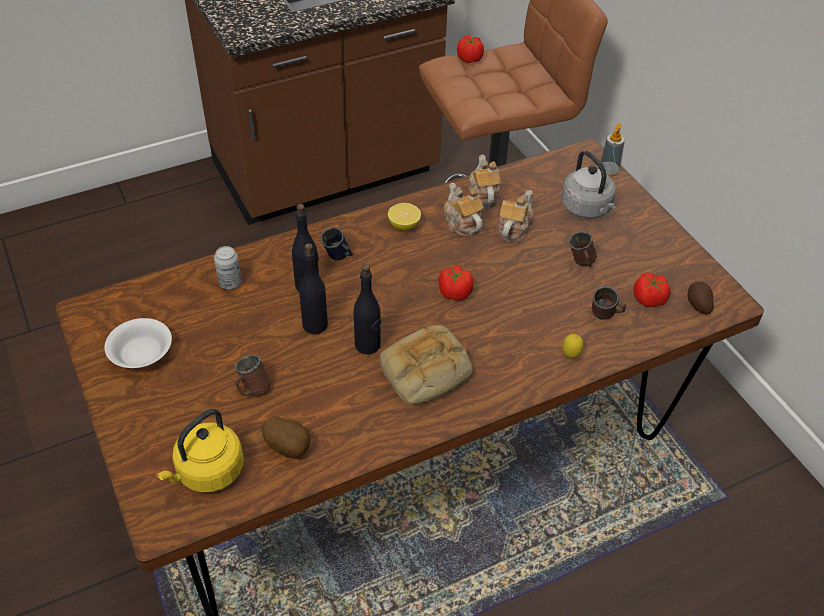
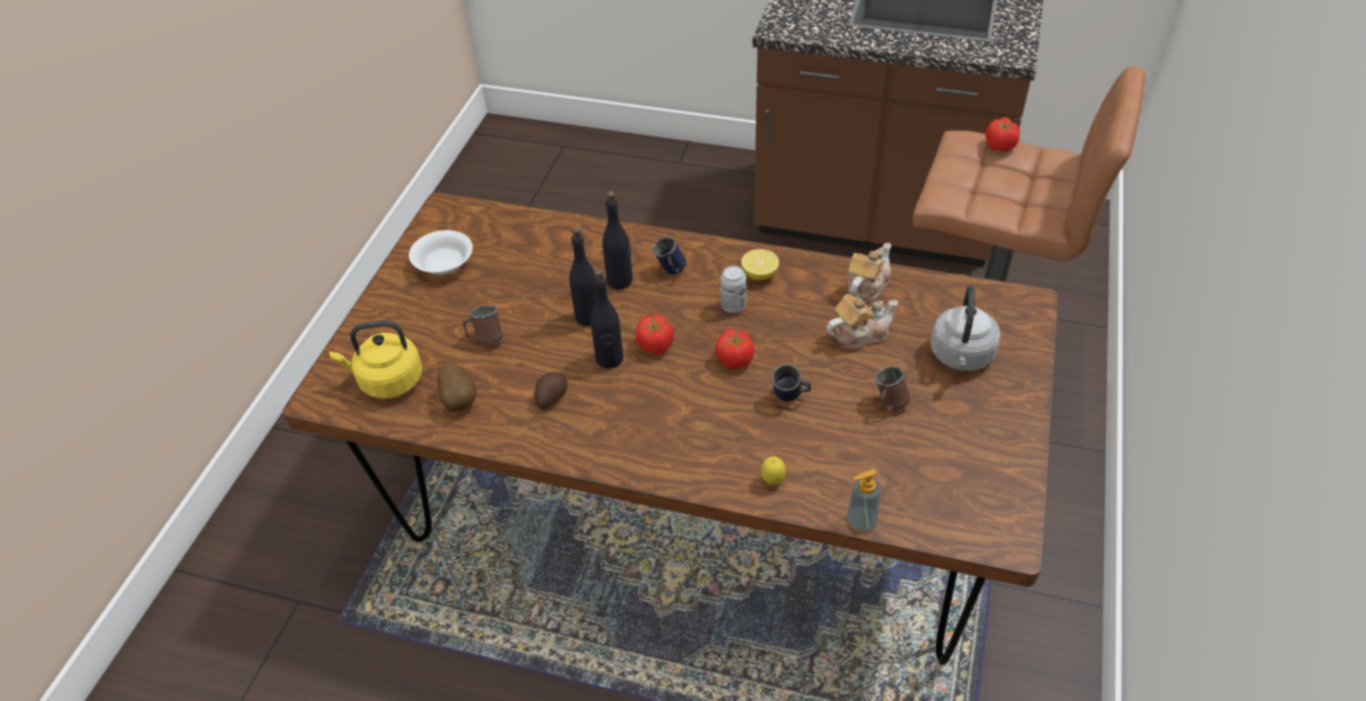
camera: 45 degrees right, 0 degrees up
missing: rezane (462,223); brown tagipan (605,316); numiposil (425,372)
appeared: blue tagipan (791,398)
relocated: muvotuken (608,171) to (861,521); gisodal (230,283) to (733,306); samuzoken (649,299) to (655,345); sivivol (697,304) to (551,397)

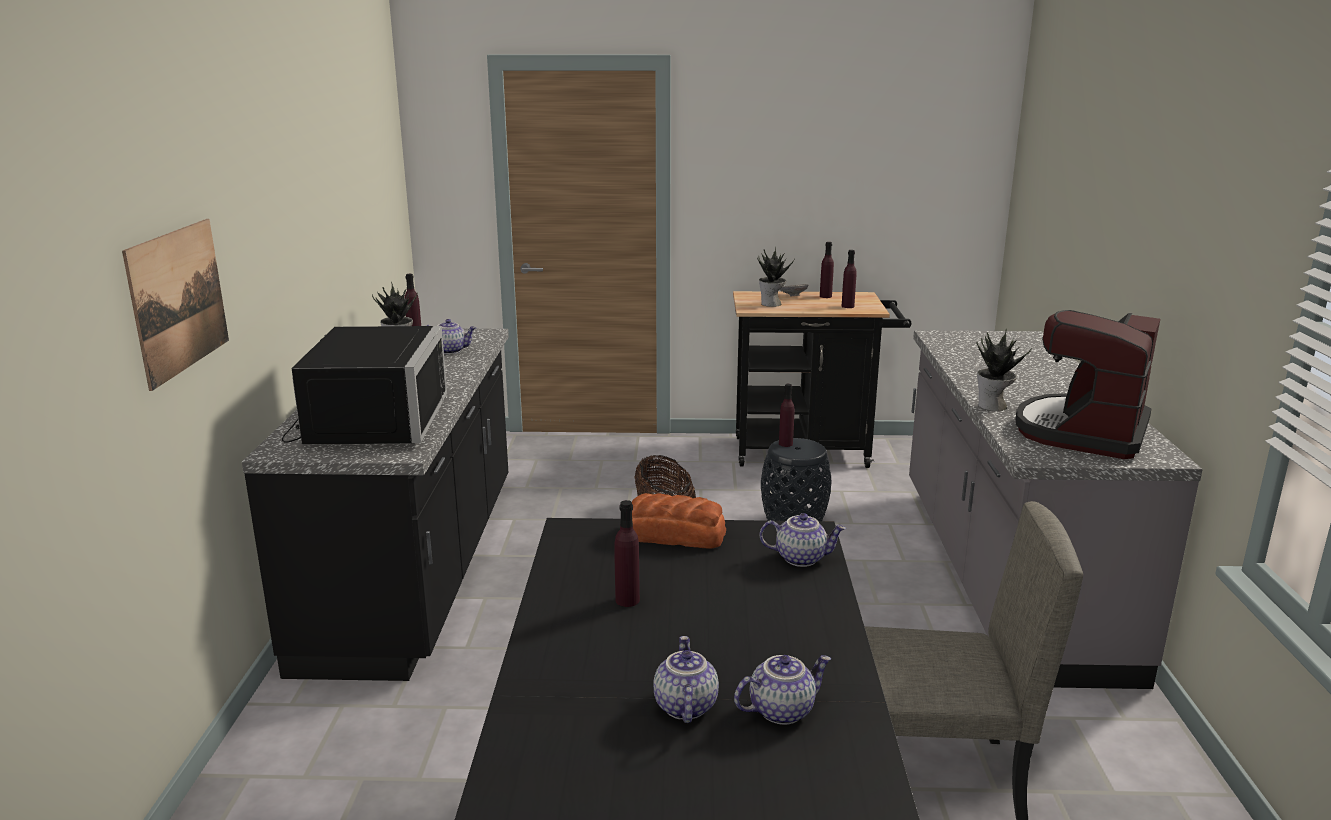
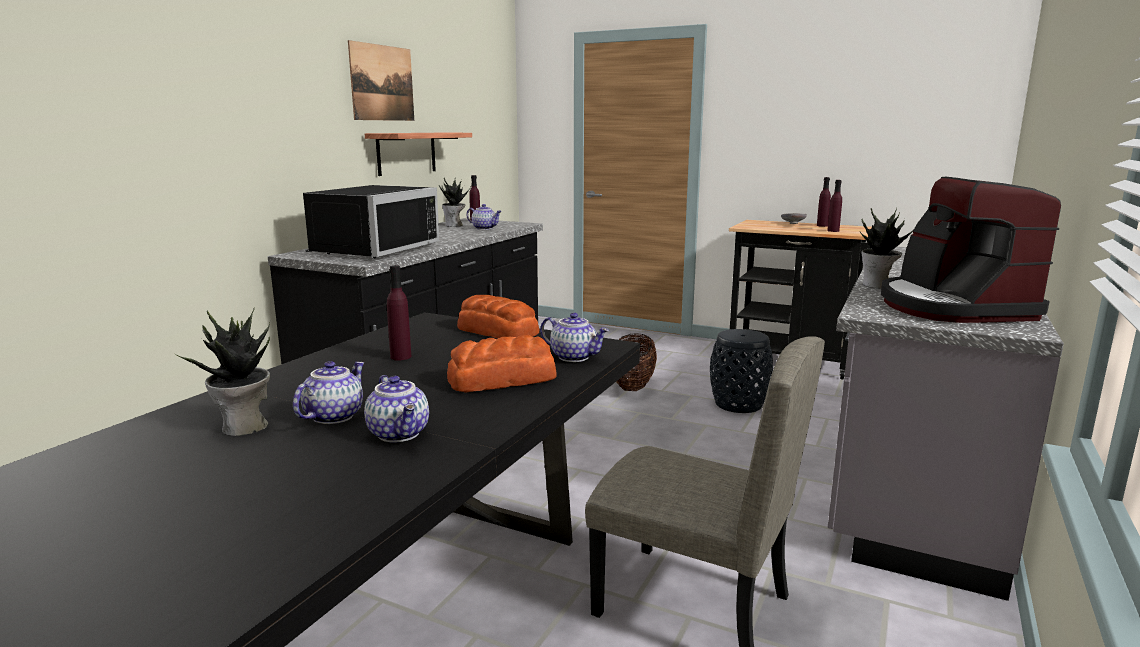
camera: 25 degrees right, 5 degrees down
missing: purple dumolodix (785,444)
appeared: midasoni (406,153); numiposil (503,380)
relocated: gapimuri (179,300) to (382,83); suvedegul (771,304) to (244,427)
spun: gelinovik (1083,431) = (952,307) 60 degrees counterclockwise; rezane (781,710) = (400,434) 60 degrees clockwise

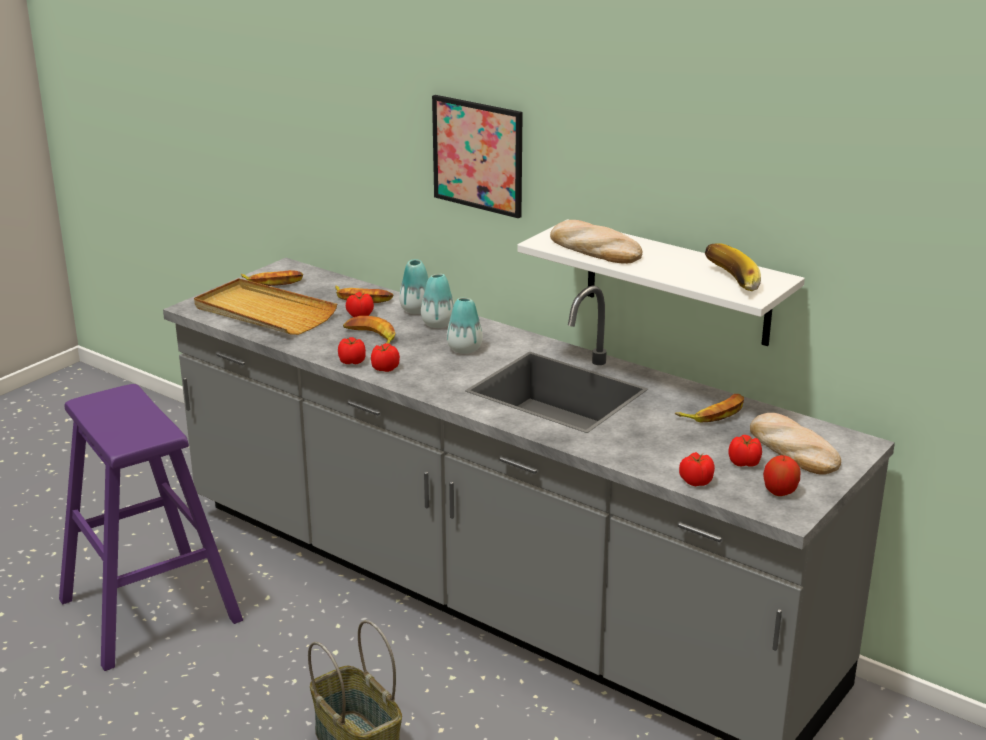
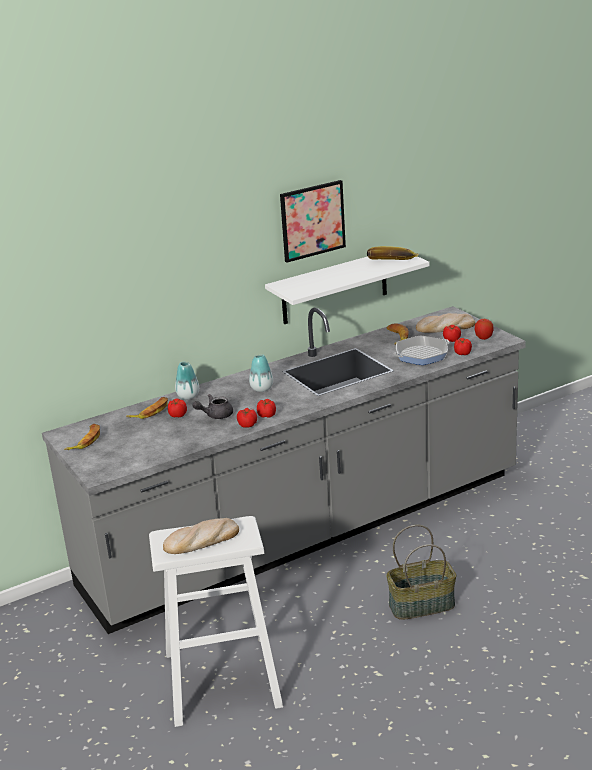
camera: 65 degrees left, 0 degrees up
missing: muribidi (438,324); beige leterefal (263,312)
appeared: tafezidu (421,355)
relocated: gapimuri (478,155) to (312,220); numiposil (594,249) to (201,540)
exchanged: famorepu (370,337) to grey rezane (215,415)
colour: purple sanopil (149,610) to white sanopil (222,679)

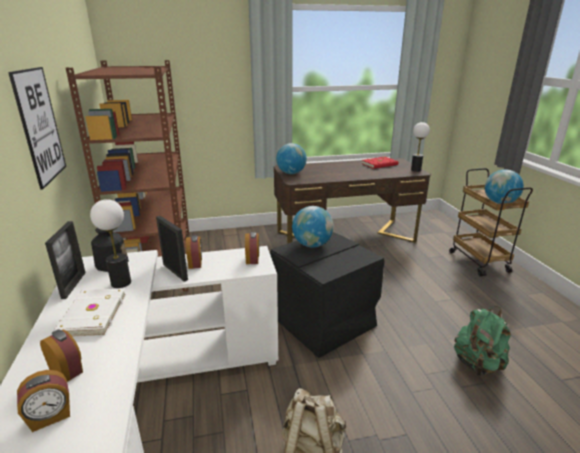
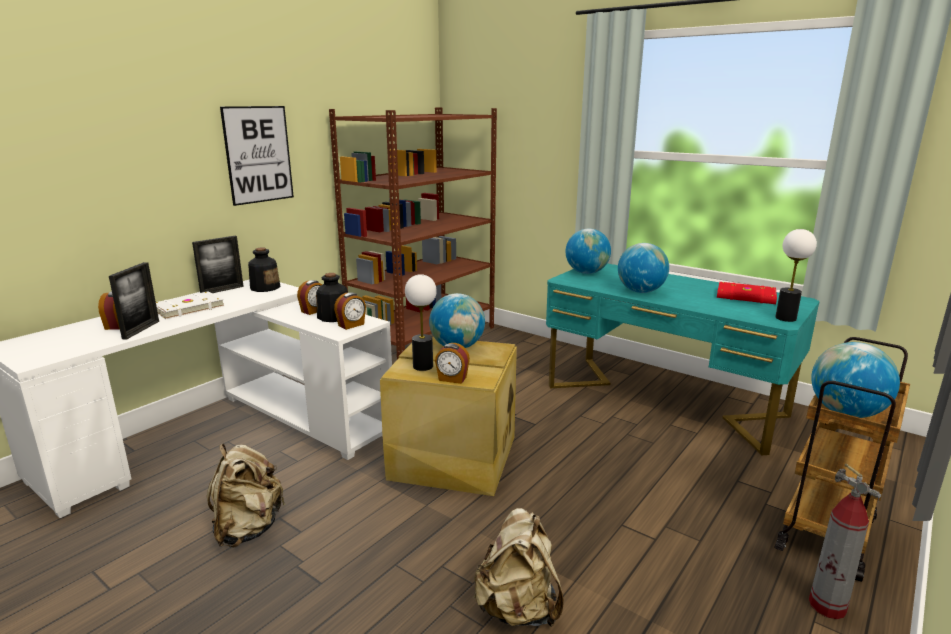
camera: 50 degrees right, 5 degrees down
appeared: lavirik (640,291); dumolodix (334,317); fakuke (827,606)
relocated: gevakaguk (121,283) to (422,366); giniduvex (175,272) to (141,330); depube (50,417) to (452,379)
colour: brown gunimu (345,236) to turquoise gunimu (663,400); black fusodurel (325,321) to beige fusodurel (454,458); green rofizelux (477,364) to beige rofizelux (518,609)

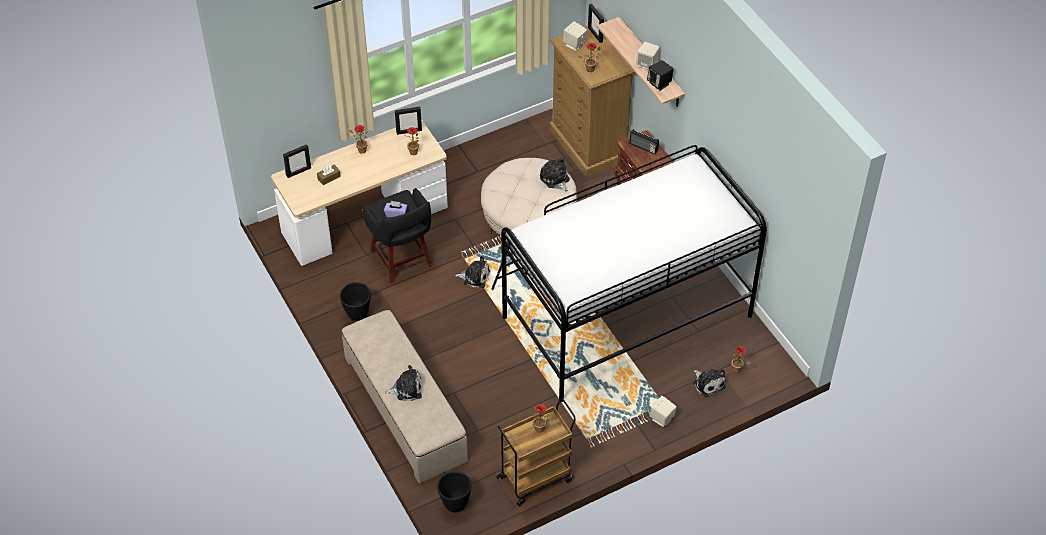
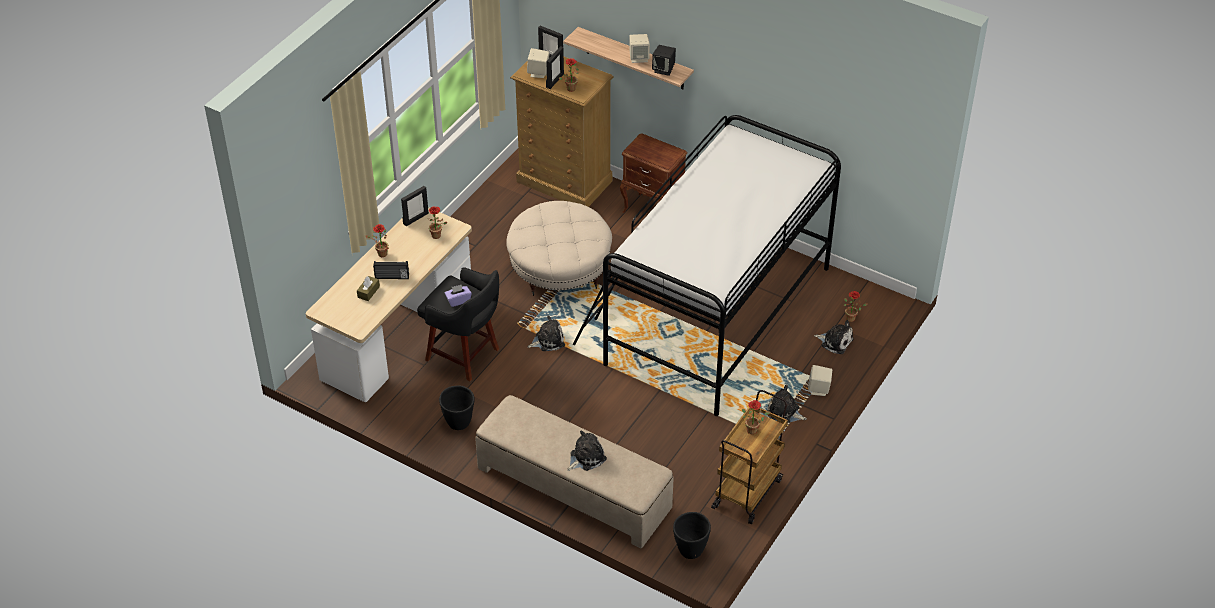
camera: 30 degrees left, 5 degrees down
relocated: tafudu (643,147) to (392,277); giniduvex (298,171) to (555,80); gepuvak (555,179) to (784,412)

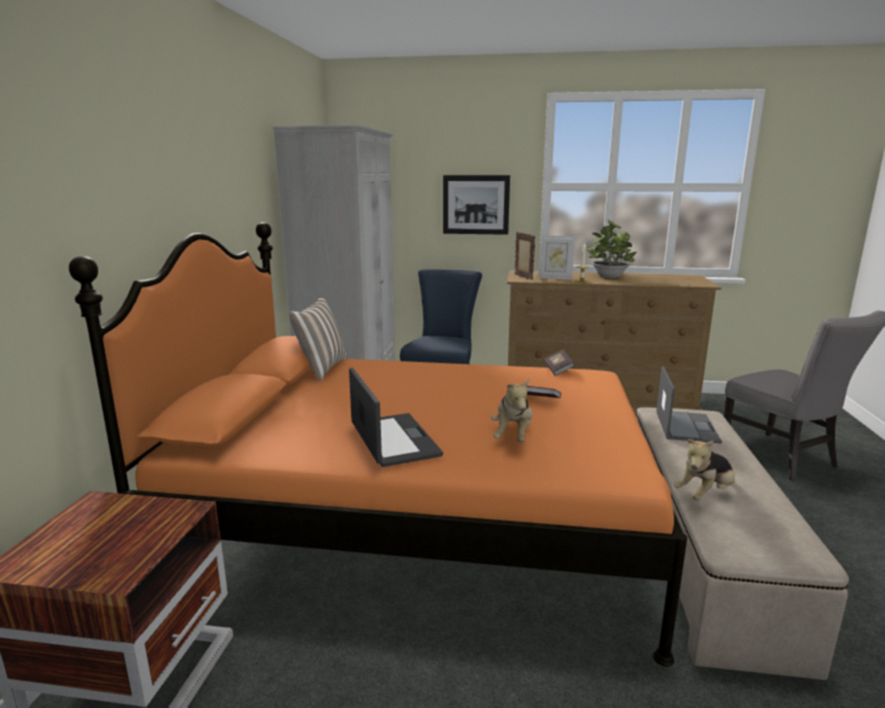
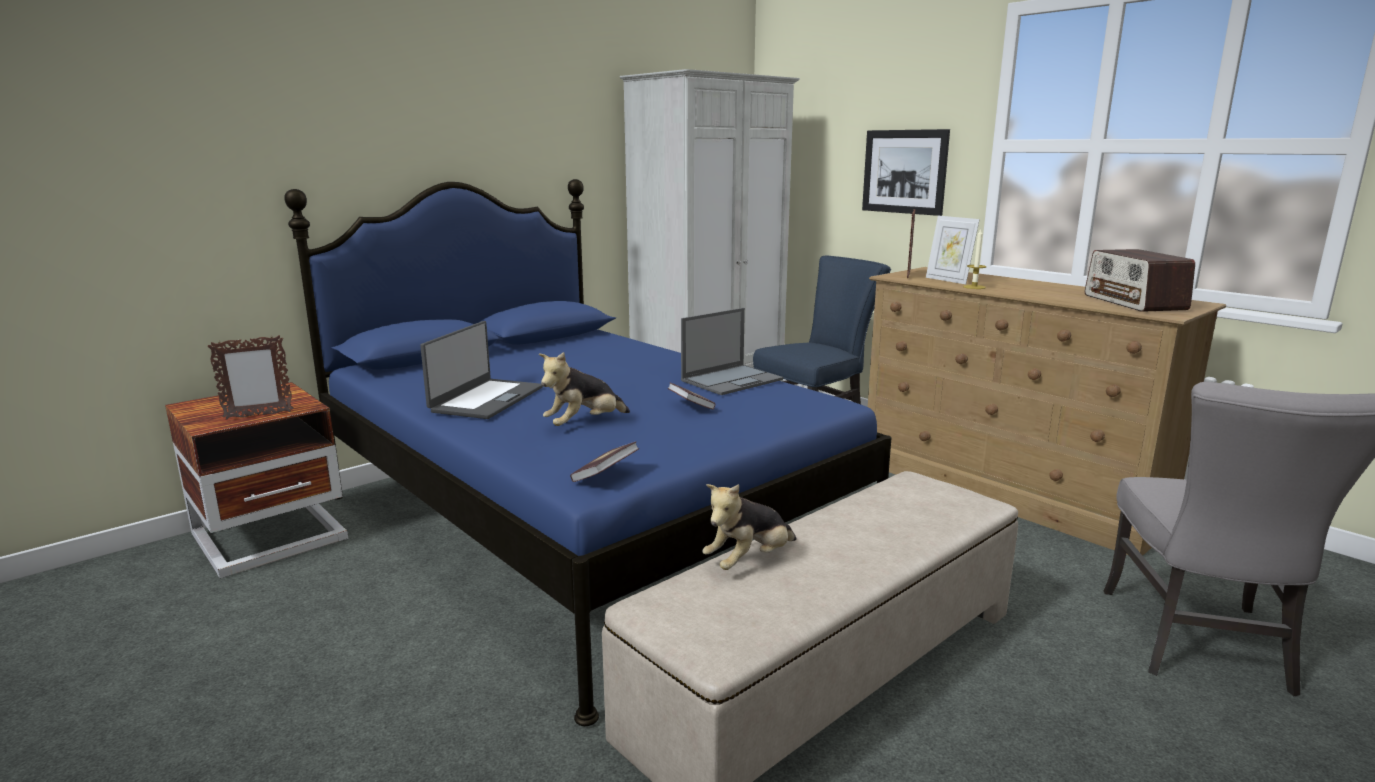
camera: 40 degrees right, 0 degrees up
missing: suvedegul (608,276); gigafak (321,369)
appeared: tafudu (1134,302); giniduvex (258,415)
relocated: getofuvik (558,370) to (605,475); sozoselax (686,426) to (732,380)
colour: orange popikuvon (418,525) to blue popikuvon (585,525)
spun: gepuvak (705,494) = (749,561) 45 degrees counterclockwise

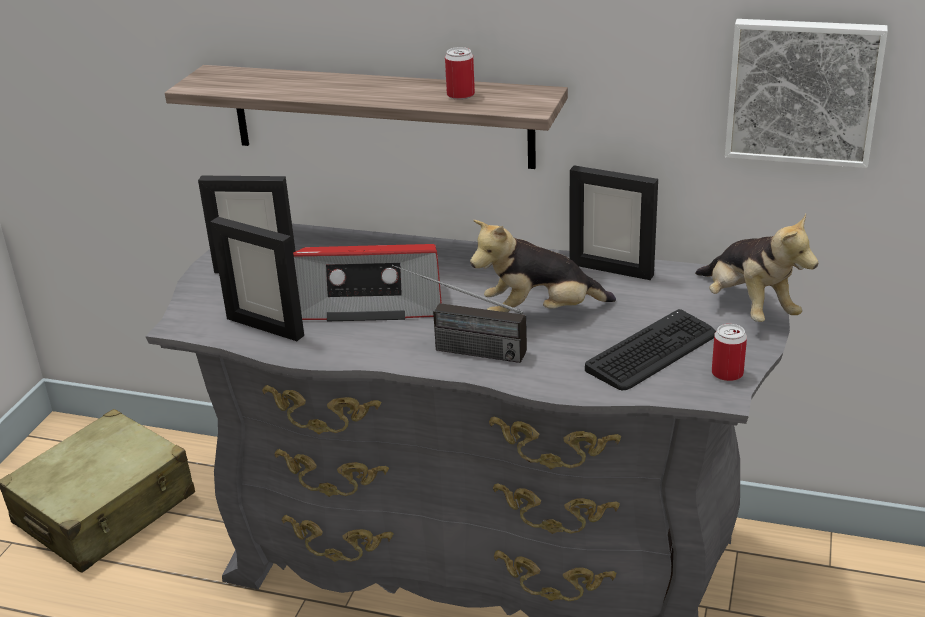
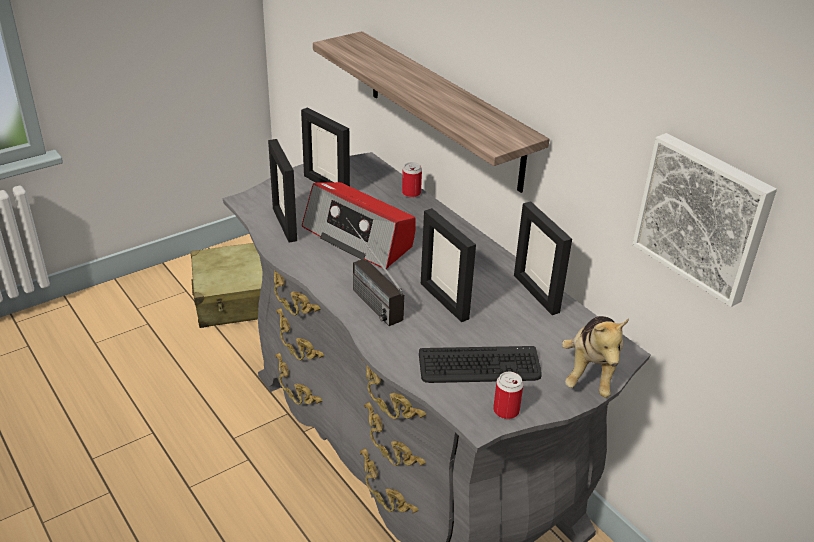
camera: 35 degrees right, 5 degrees up
relocated: gisodal (460,95) to (411,193)
exchanged: gepuvak (539,314) to giniduvex (445,300)

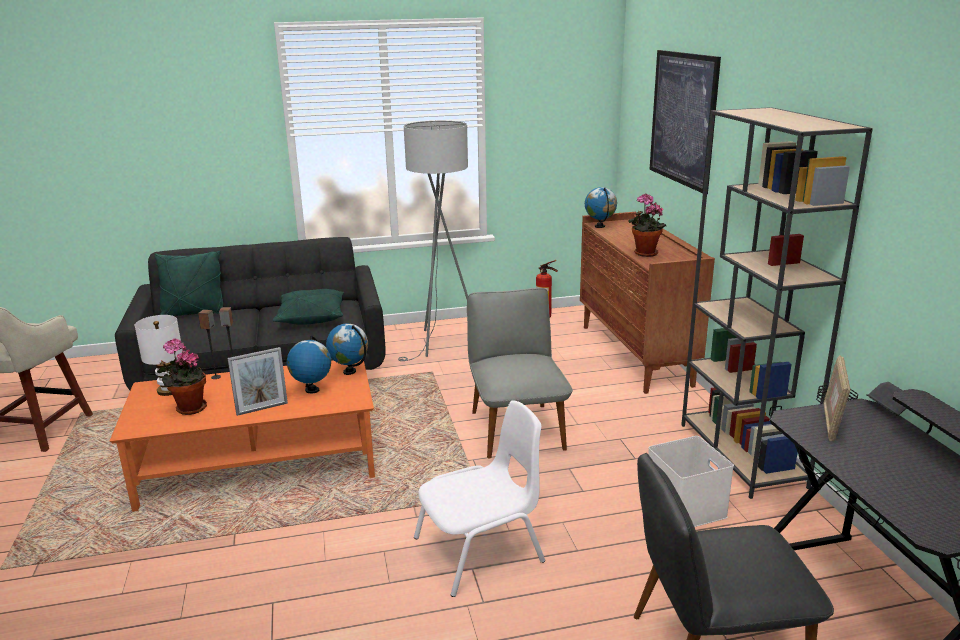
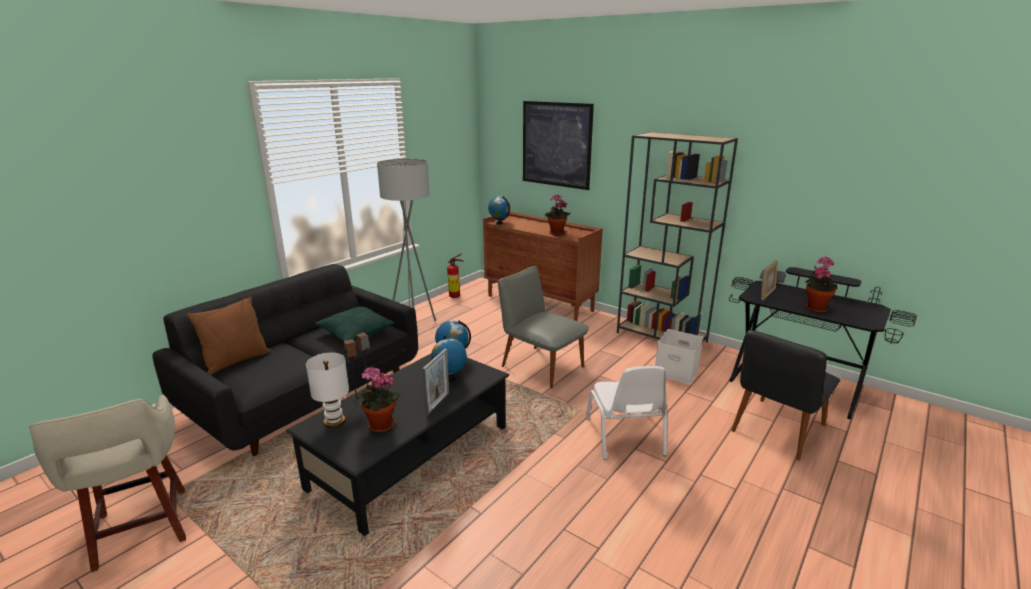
camera: 40 degrees left, 0 degrees up
appeared: suvedegul (815,308)
colour: green gigafak (194,313) to brown gigafak (236,361); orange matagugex (260,463) to black matagugex (411,455)
spun: giniduvex (831,423) = (766,294) 120 degrees counterclockwise; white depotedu (481,550) = (625,437) 150 degrees clockwise

